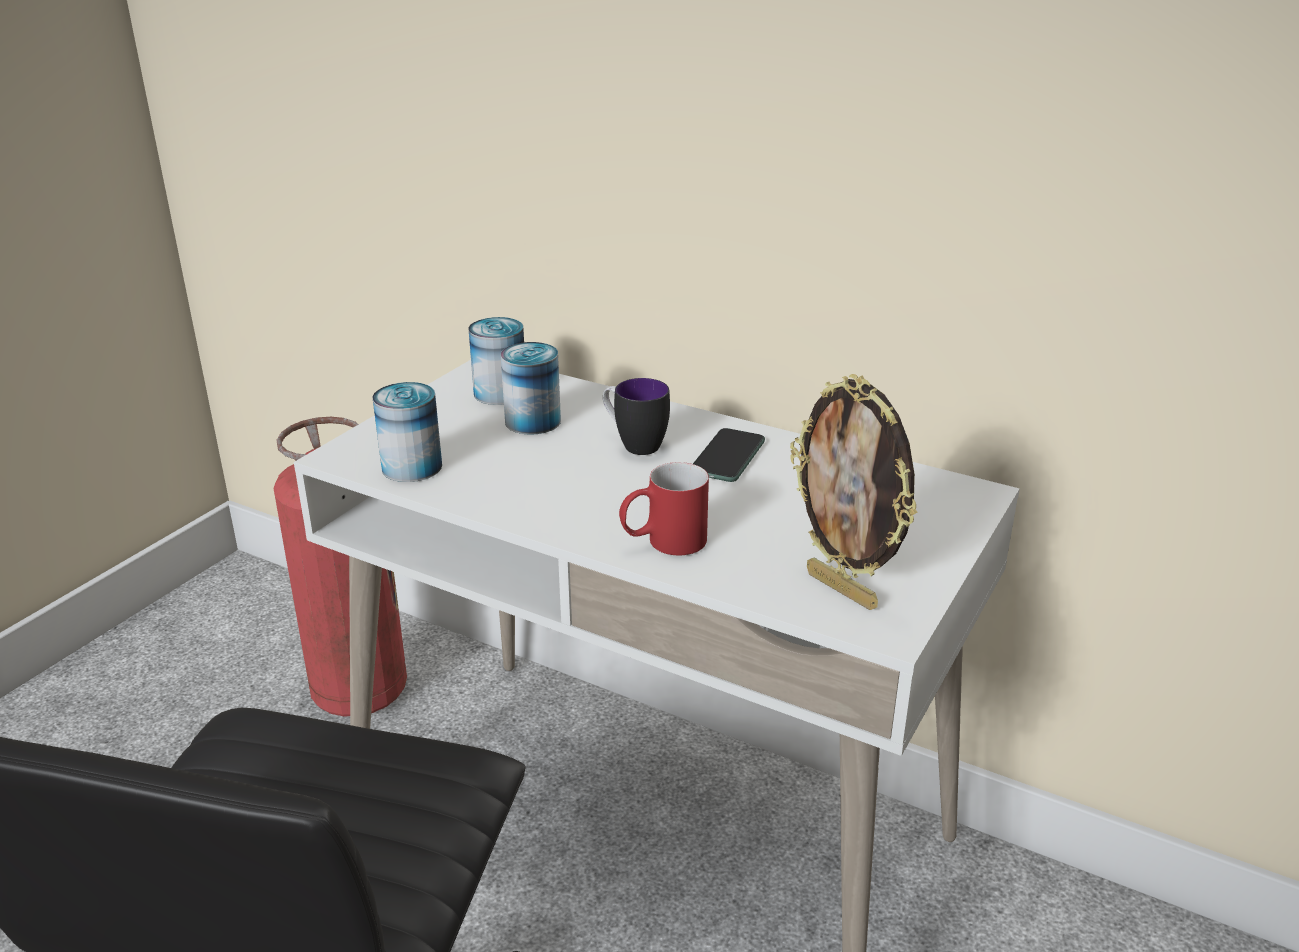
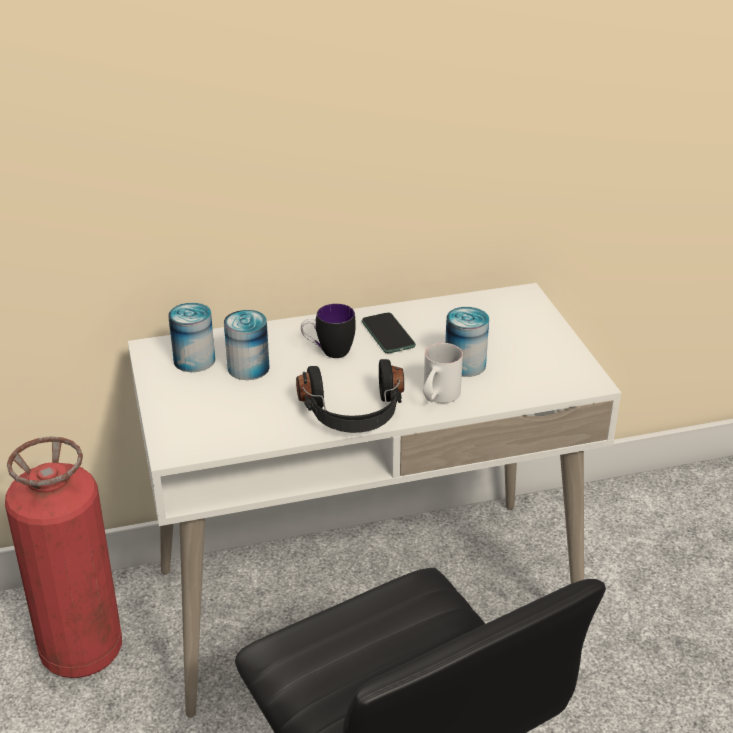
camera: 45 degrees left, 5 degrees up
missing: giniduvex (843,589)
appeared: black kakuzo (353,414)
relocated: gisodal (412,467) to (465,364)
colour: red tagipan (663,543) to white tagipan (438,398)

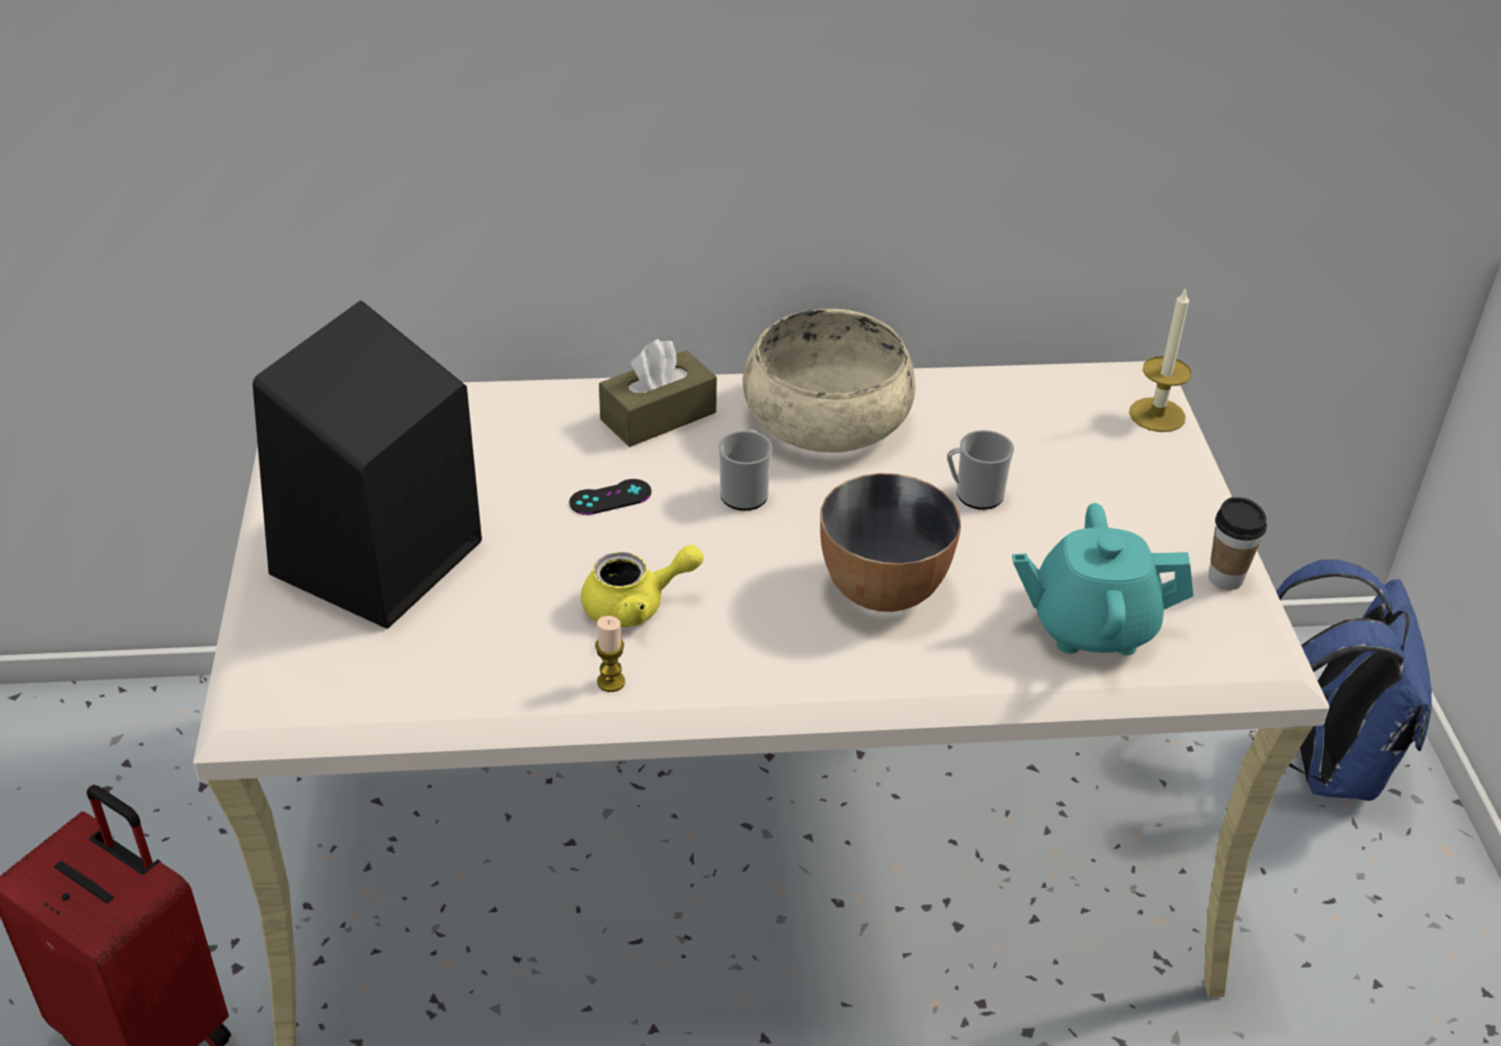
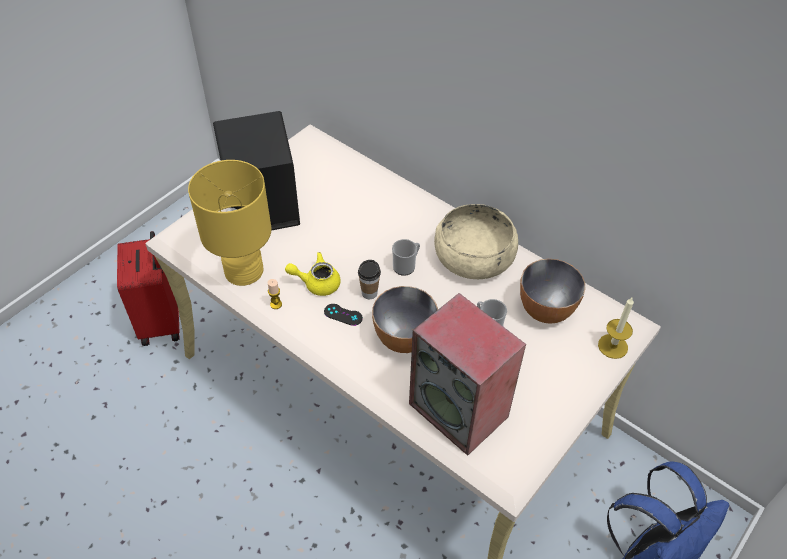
camera: 45 degrees right, 10 degrees up
missing: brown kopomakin (658,416)
appeared: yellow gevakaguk (243,271); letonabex (545,310)
relocated: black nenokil (610,497) to (343,315); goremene (1225,578) to (369,293)
exchanged: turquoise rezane (1091,626) to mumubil (460,410)
spun: yellow rezane (636,605) = (317,283) 150 degrees clockwise

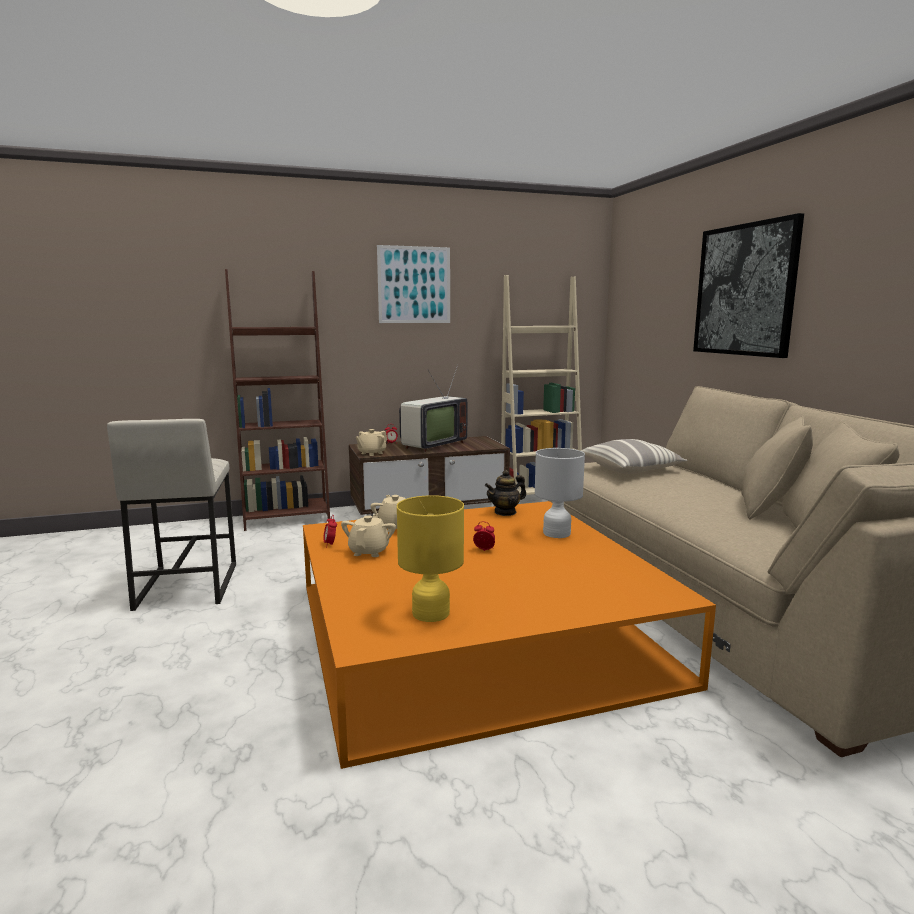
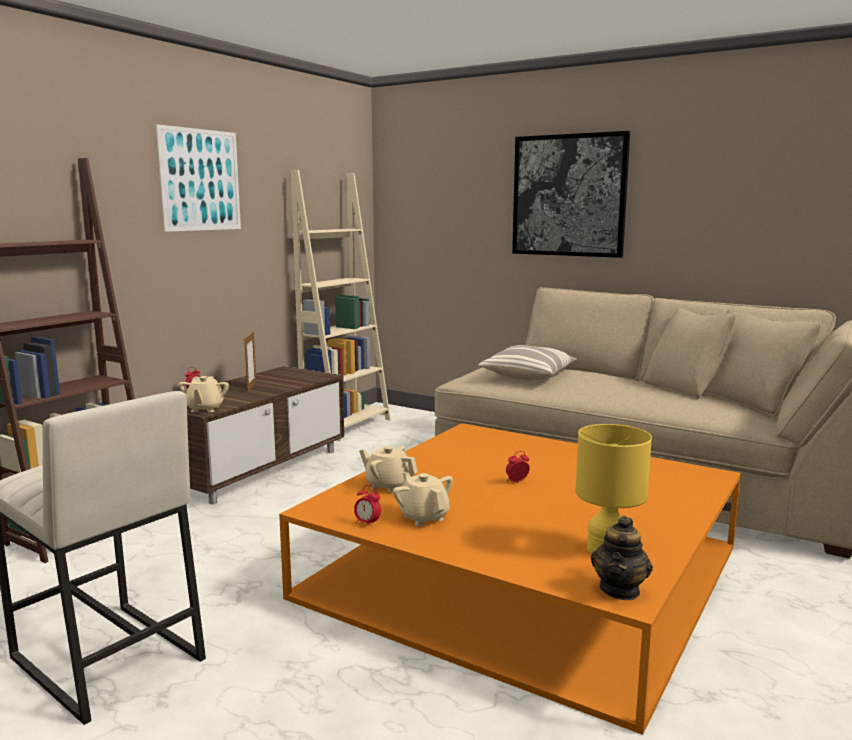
camera: 40 degrees left, 0 degrees up
missing: grey gevakaguk (557,533)
relocated: rezane (505,512) to (620,590)
exchanged: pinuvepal (431,445) to giniduvex (251,386)

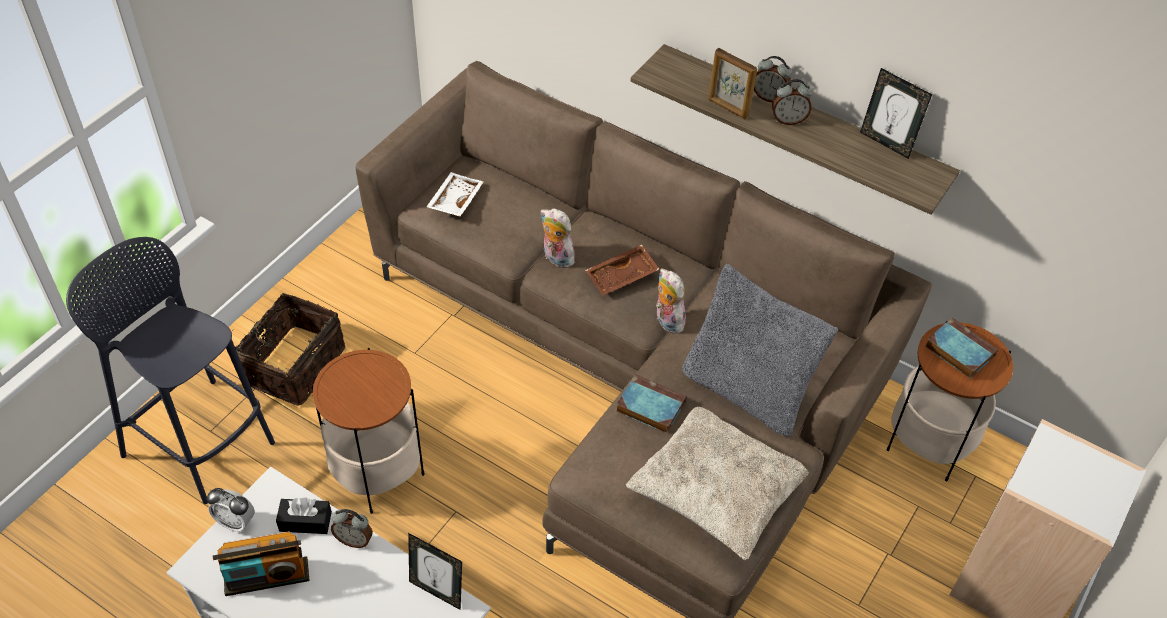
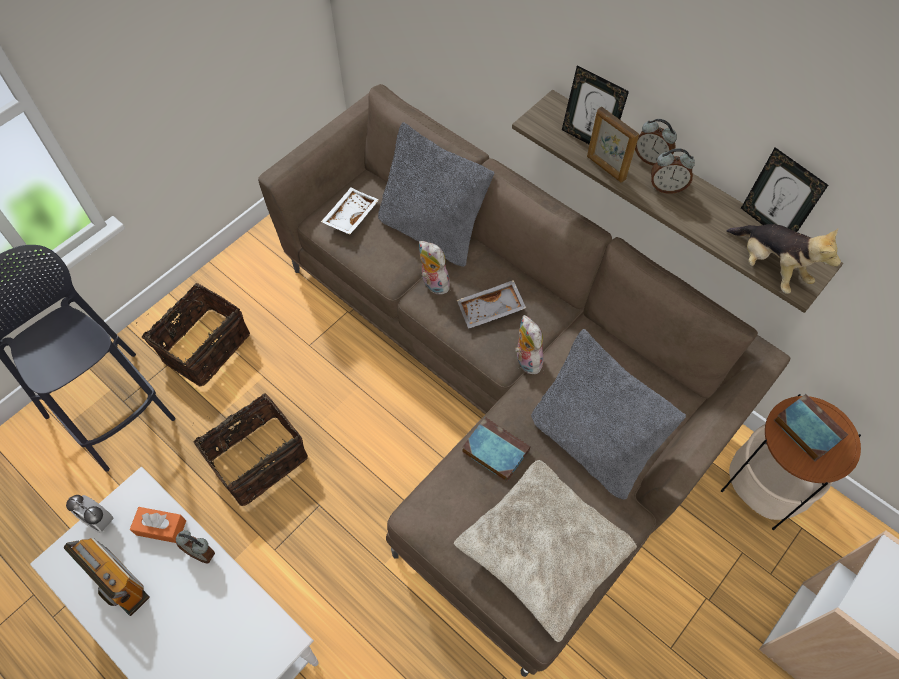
camera: 10 degrees right, 10 degrees up
appeared: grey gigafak (433,228); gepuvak (769,267)
relocated: giniduvex (437,591) to (587,139)
exchanged: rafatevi (377,472) to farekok (257,458)
colour: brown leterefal (622,277) to grey leterefal (491,310); black kopomakin (305,521) to orange kopomakin (161,528)
spun: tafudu (267,577) = (116,581) 45 degrees clockwise

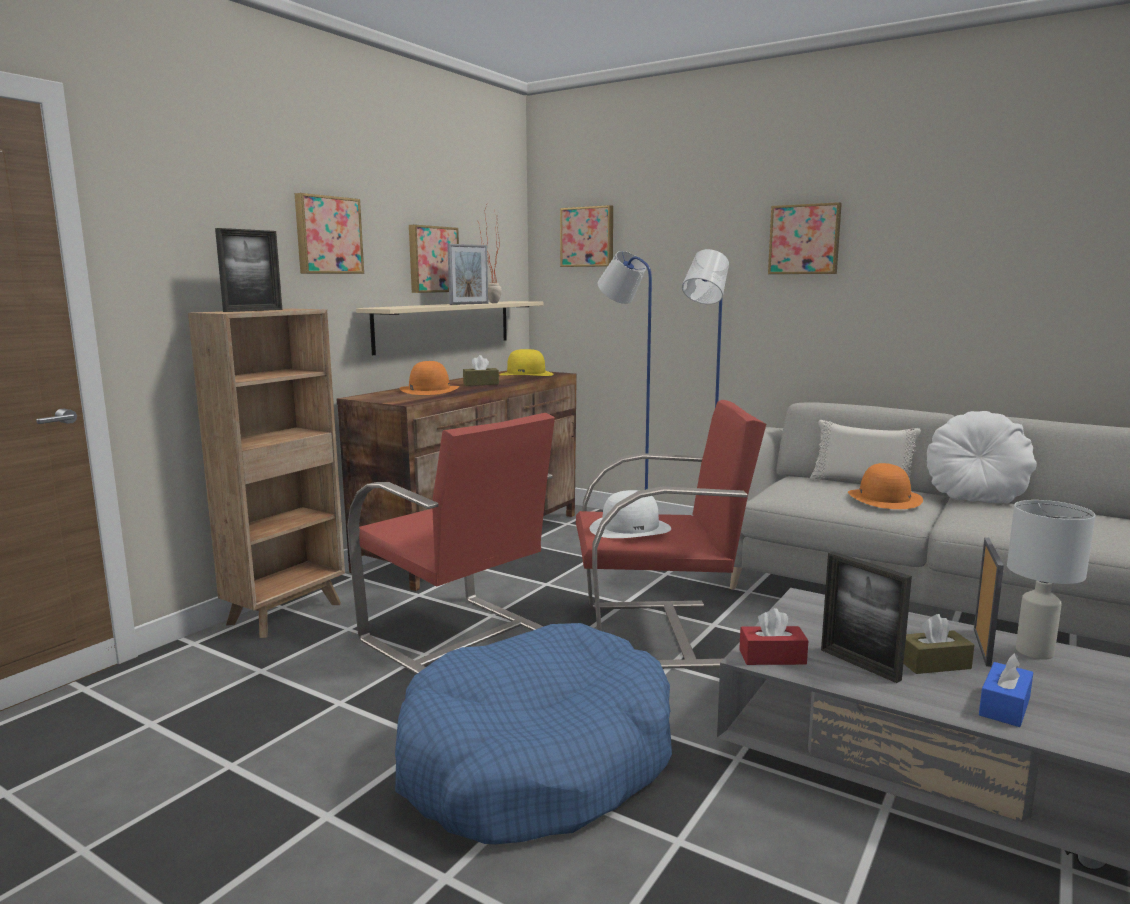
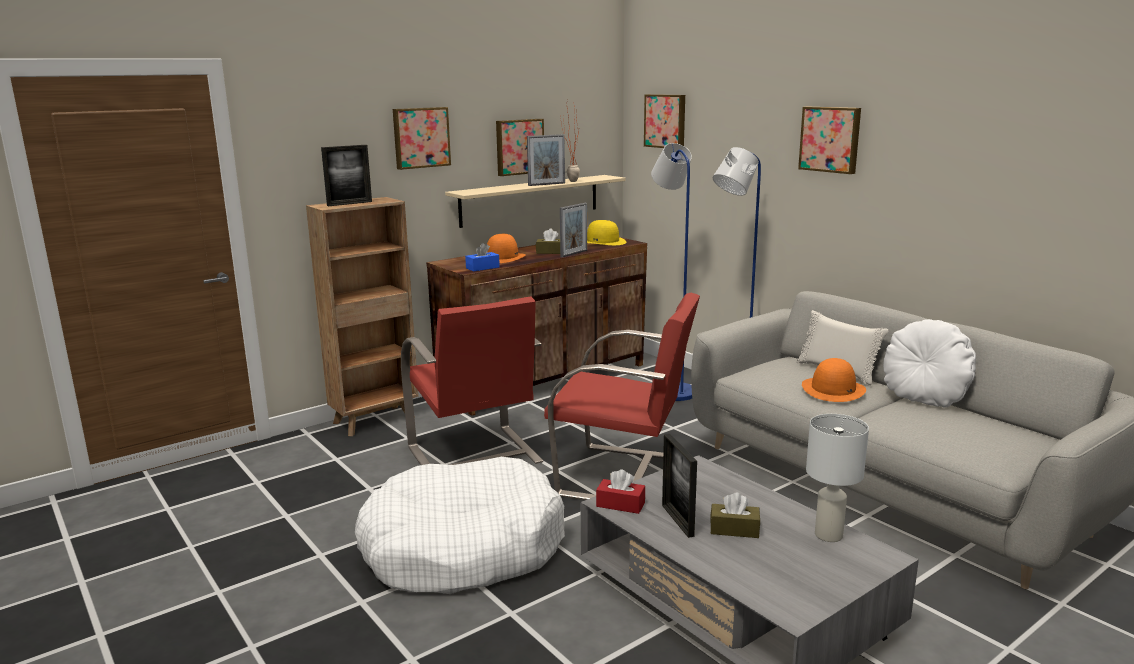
camera: 20 degrees right, 5 degrees up
missing: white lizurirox (630,528)
relocated: giniduvex (982,647) to (574,253); blue kopomakin (1004,706) to (482,268)
colour: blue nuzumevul (536,761) to white nuzumevul (462,548)

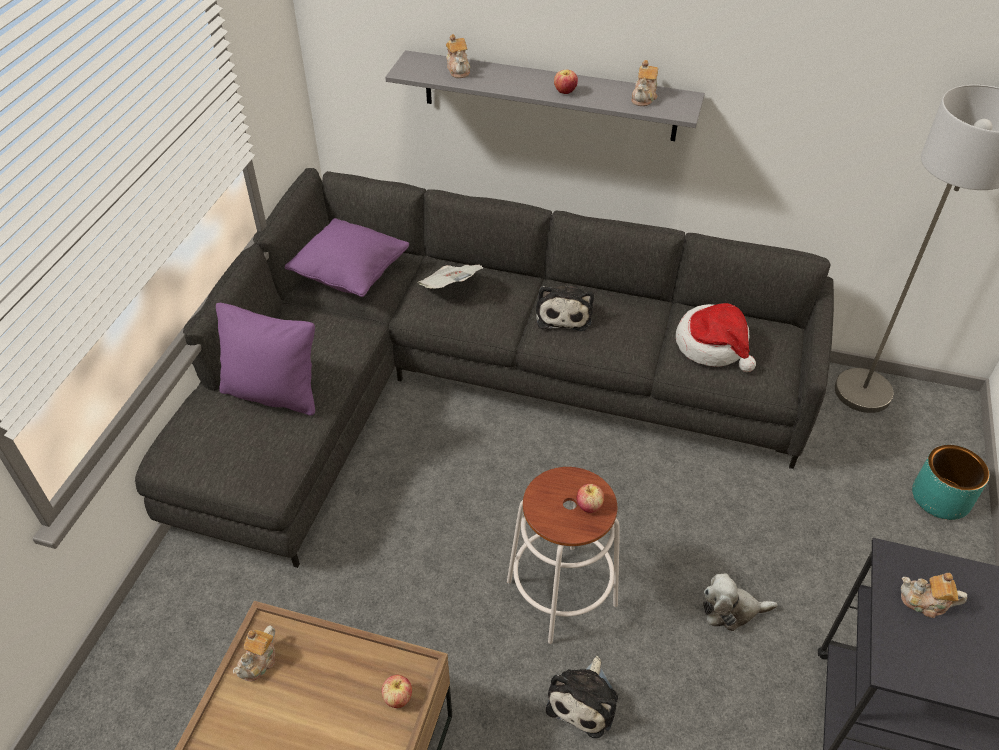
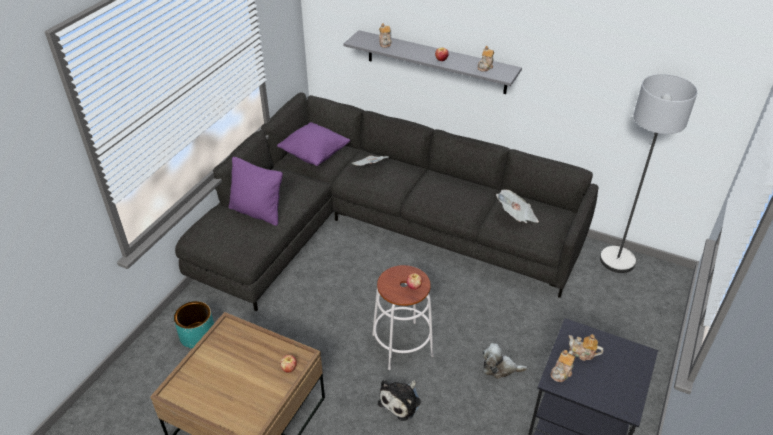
camera: 10 degrees right, 5 degrees down
missing: gepuvak (564,314)
relocated: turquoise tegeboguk (940,497) to (198,335); rezane (259,661) to (562,372)
exchanged: lizurirox (713,346) to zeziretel (516,216)

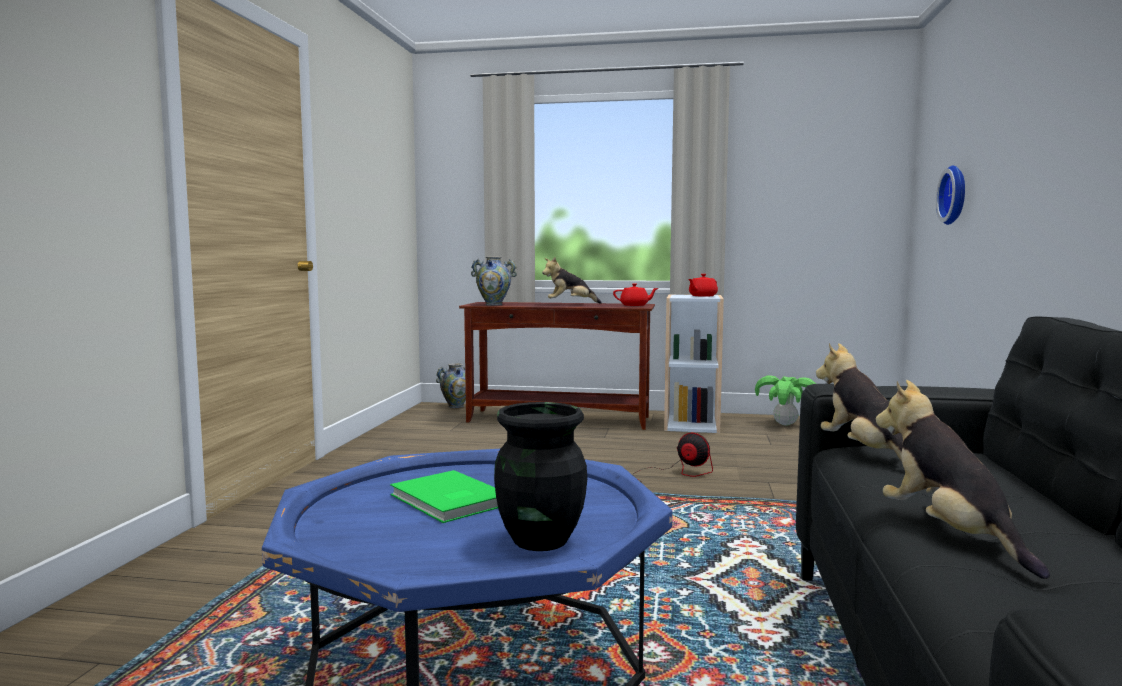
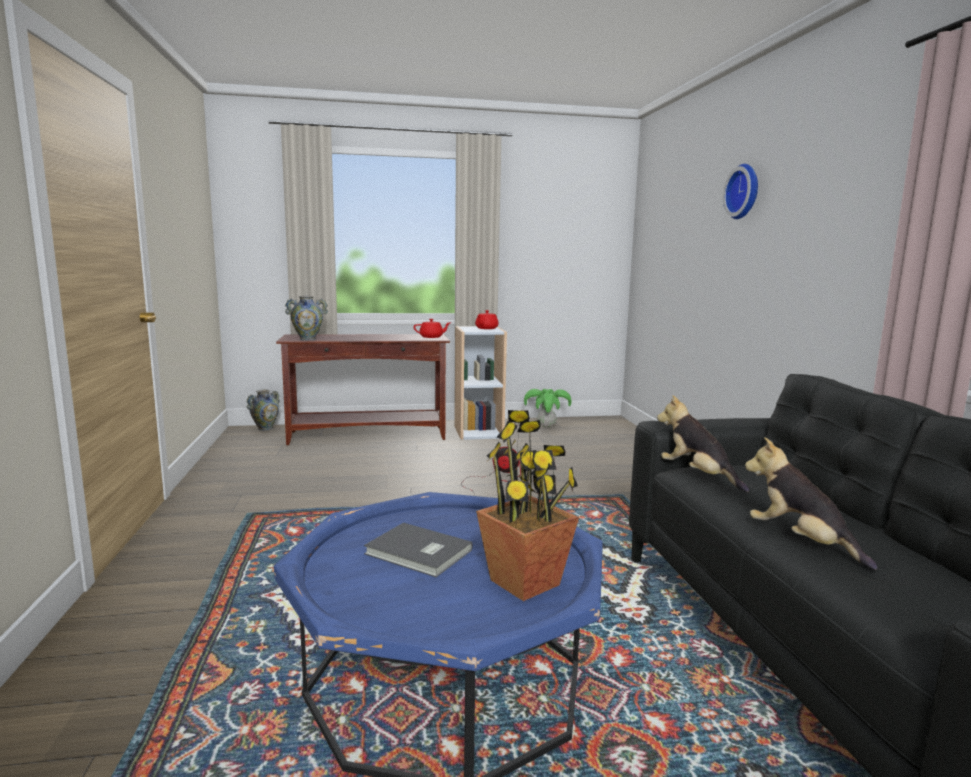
camera: 20 degrees left, 5 degrees up
missing: gepuvak (570,304)
relocated: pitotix (956,195) to (744,192)
exchanged: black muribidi (540,540) to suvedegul (525,582)
colour: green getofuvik (447,500) to grey getofuvik (418,553)

